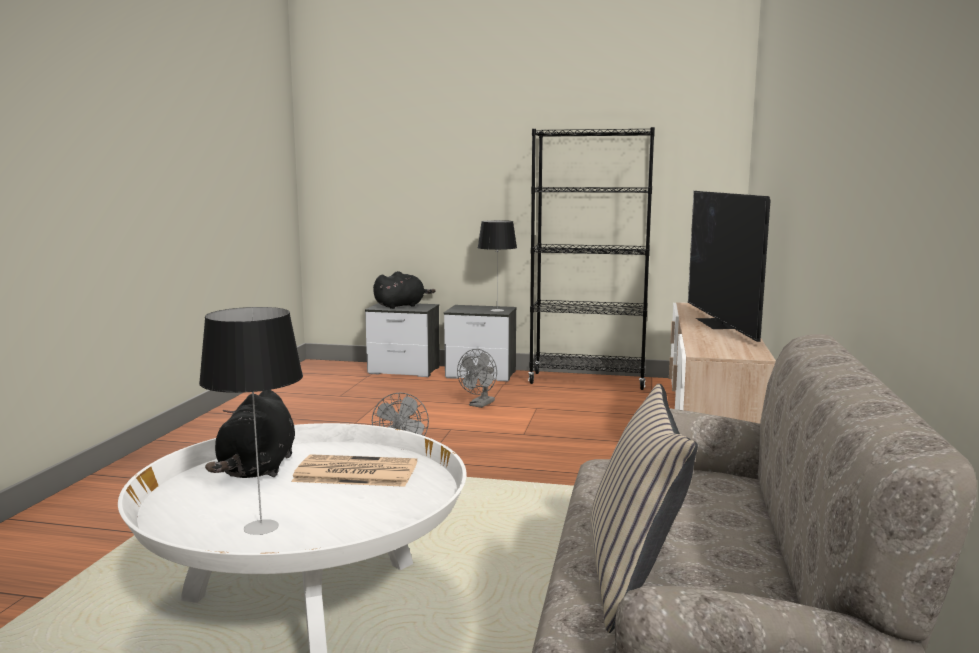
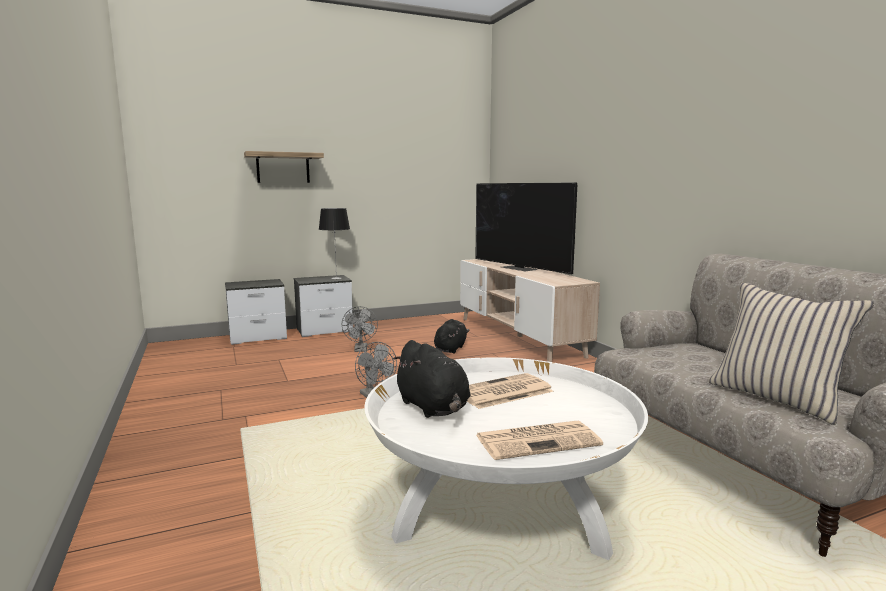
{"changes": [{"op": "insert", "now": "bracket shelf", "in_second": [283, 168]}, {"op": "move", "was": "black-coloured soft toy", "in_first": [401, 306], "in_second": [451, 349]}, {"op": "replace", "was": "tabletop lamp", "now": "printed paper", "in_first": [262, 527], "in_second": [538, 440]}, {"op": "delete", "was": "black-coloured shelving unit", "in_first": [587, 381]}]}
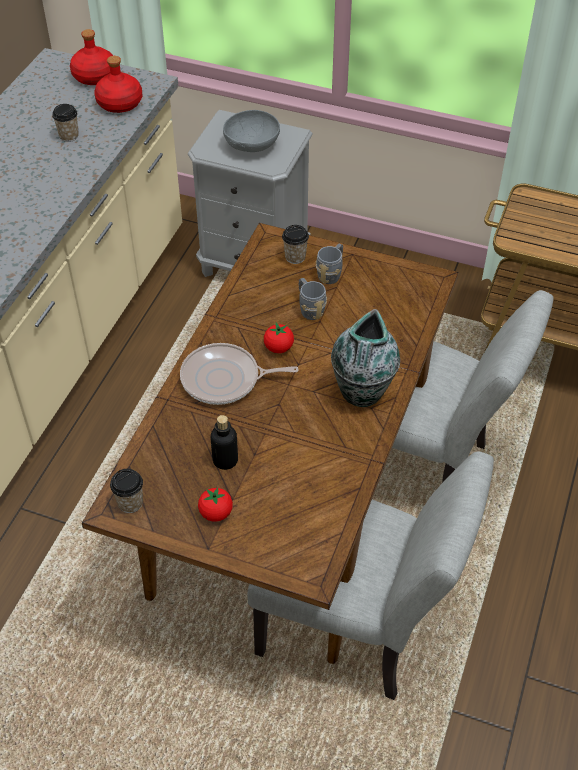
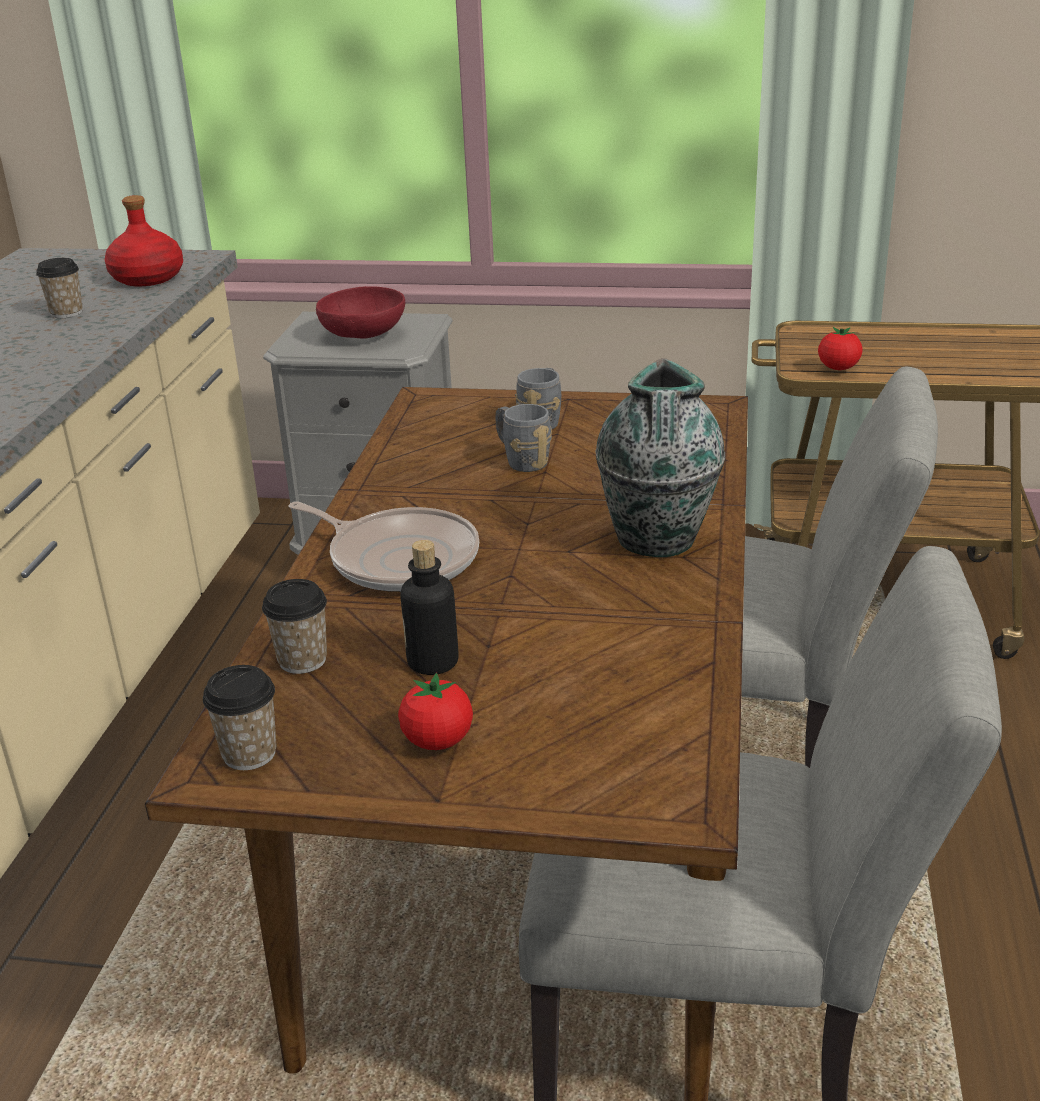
{"changes": [{"op": "move", "was": "cup", "in_first": [295, 257], "in_second": [302, 660]}, {"op": "rotate", "was": "skillet", "in_first": [225, 379], "in_second": [398, 558], "clockwise": -135}, {"op": "recolor", "was": "gray serving bowl", "now": "reddish serving bowl", "in_first": [252, 146], "in_second": [364, 336]}, {"op": "move", "was": "fresh tomato", "in_first": [278, 348], "in_second": [838, 368]}, {"op": "delete", "was": "reddish bottle", "in_first": [95, 76]}]}
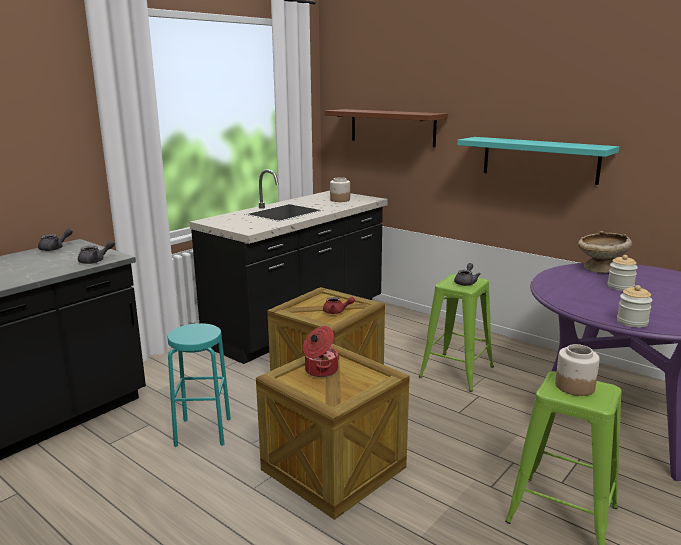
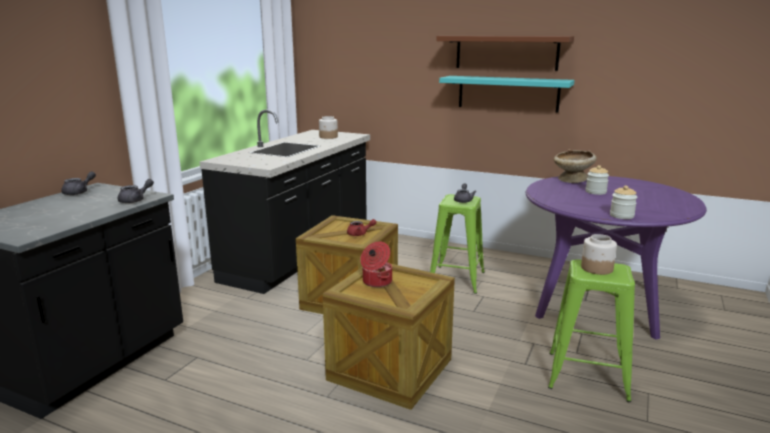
{"changes": [{"op": "move", "was": "brown-coloured bracket shelf", "in_first": [392, 127], "in_second": [506, 52]}, {"op": "delete", "was": "turquoise-coloured sitting stool", "in_first": [203, 432]}]}
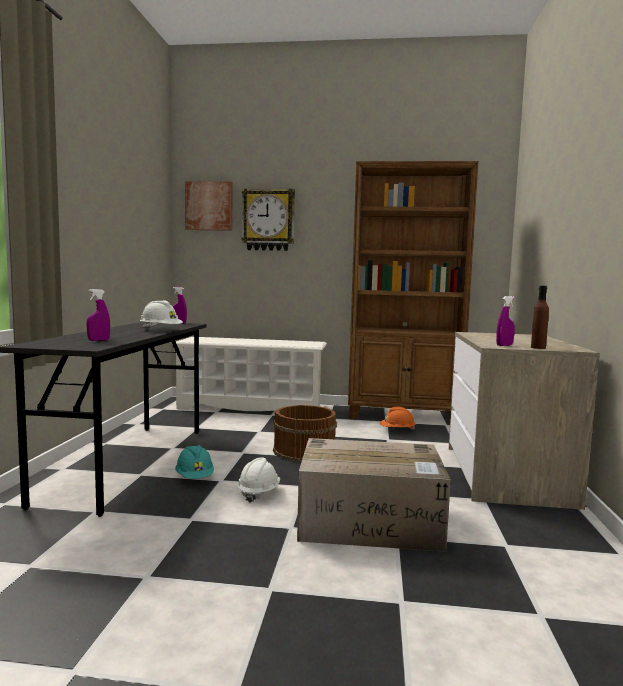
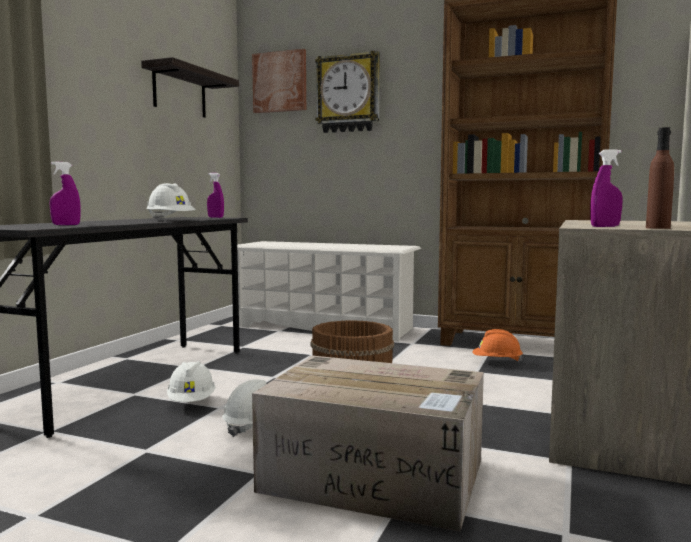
{"changes": [{"op": "insert", "now": "bracket shelf", "in_second": [179, 92]}, {"op": "recolor", "was": "turquoise-coloured hard hat", "now": "white hard hat", "in_first": [195, 478], "in_second": [192, 402]}]}
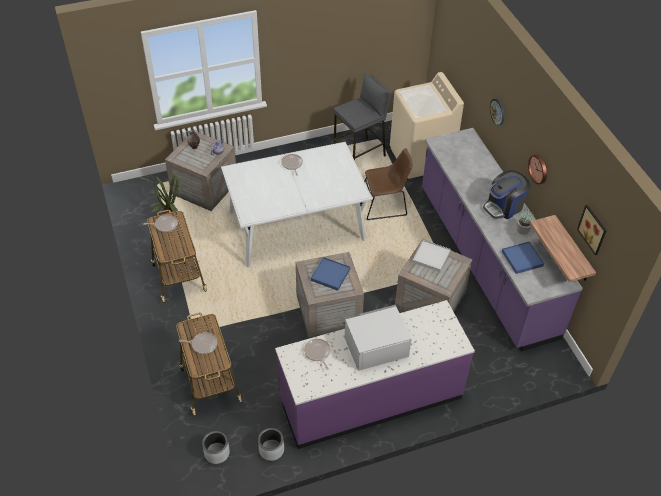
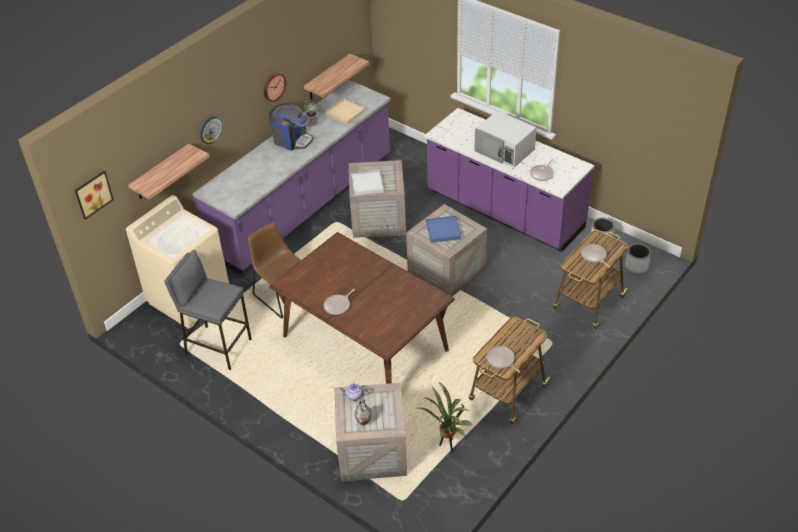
{"changes": [{"op": "move", "was": "wall picture", "in_first": [593, 229], "in_second": [92, 194]}, {"op": "insert", "now": "bracket shelf", "in_second": [161, 172]}, {"op": "recolor", "was": "white dining table", "now": "brown-coloured dining table", "in_first": [296, 226], "in_second": [366, 343]}, {"op": "recolor", "was": "bluish carrying tray", "now": "beige-coloured carrying tray", "in_first": [522, 259], "in_second": [345, 113]}]}
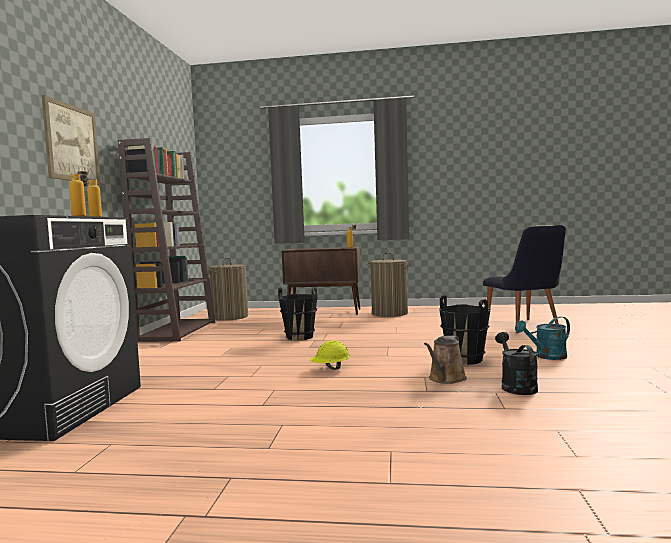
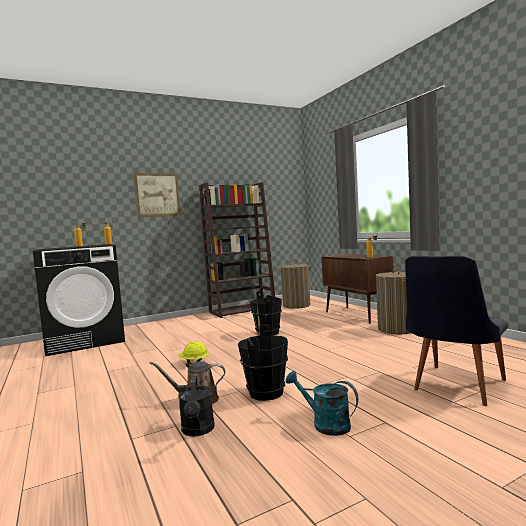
{"changes": [{"op": "rotate", "was": "black-coloured watering can", "in_first": [516, 386], "in_second": [198, 431], "clockwise": 120}]}
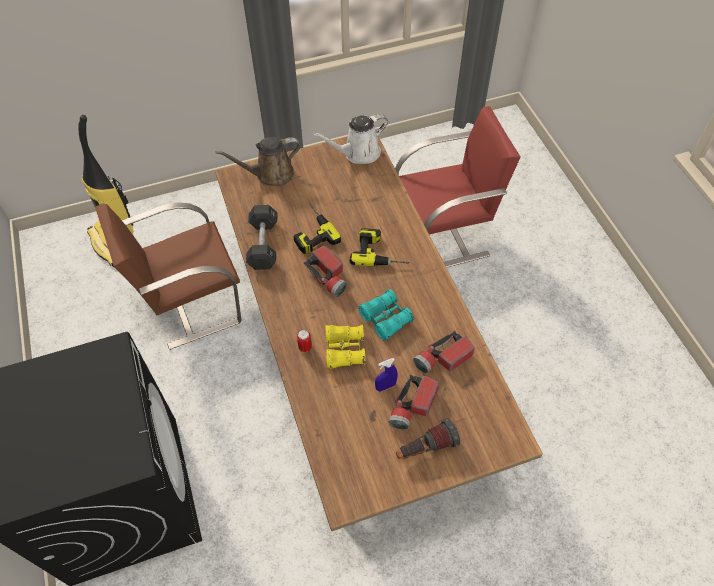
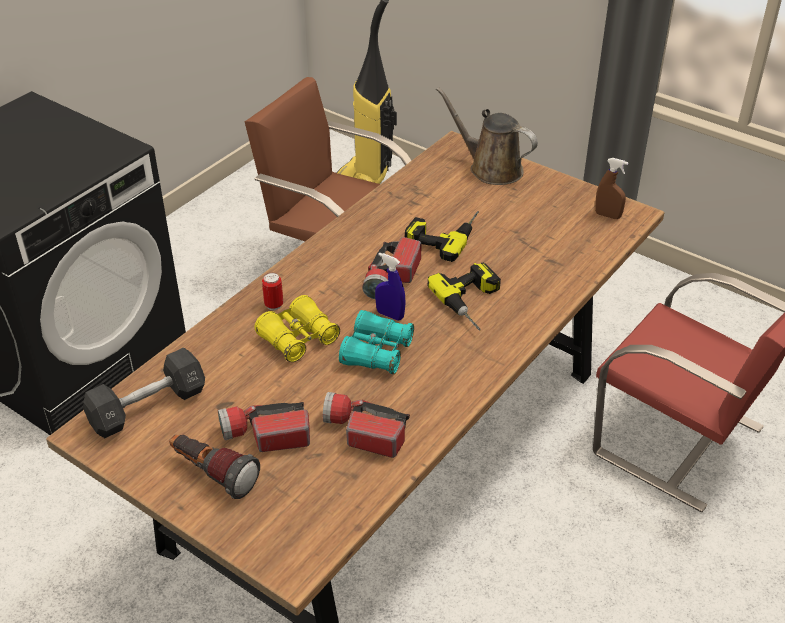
{"changes": [{"op": "move", "was": "black-coloured hand weight", "in_first": [263, 244], "in_second": [148, 407]}, {"op": "move", "was": "bluish hand sprayer", "in_first": [385, 386], "in_second": [390, 315]}, {"op": "replace", "was": "white watering can", "now": "brown-coloured hand sprayer", "in_first": [358, 153], "in_second": [607, 215]}]}
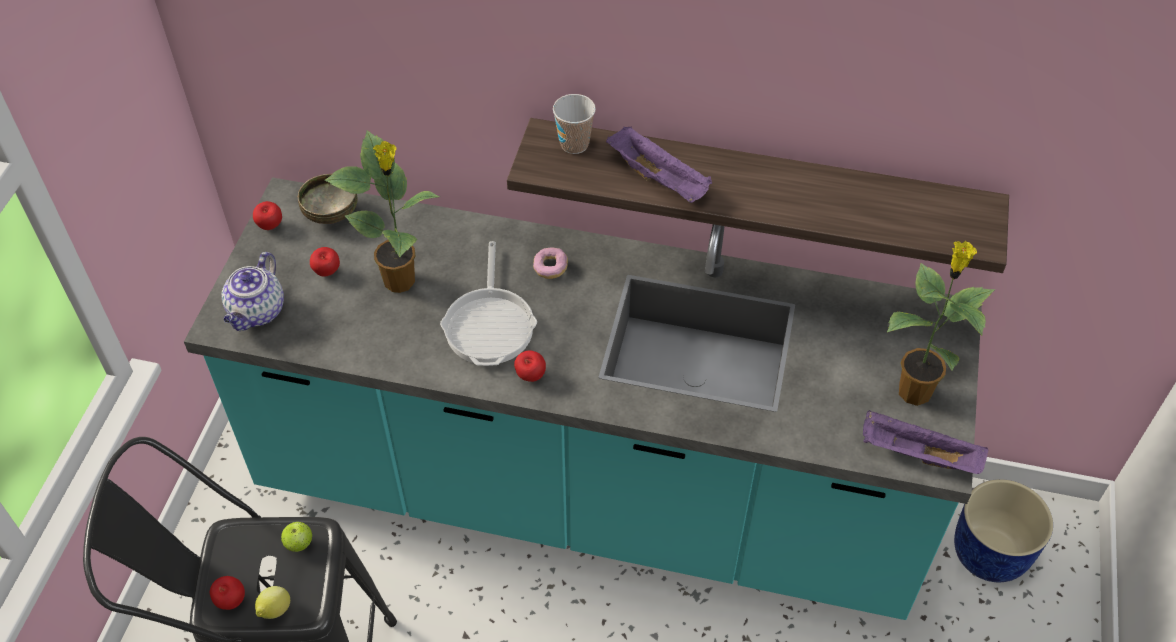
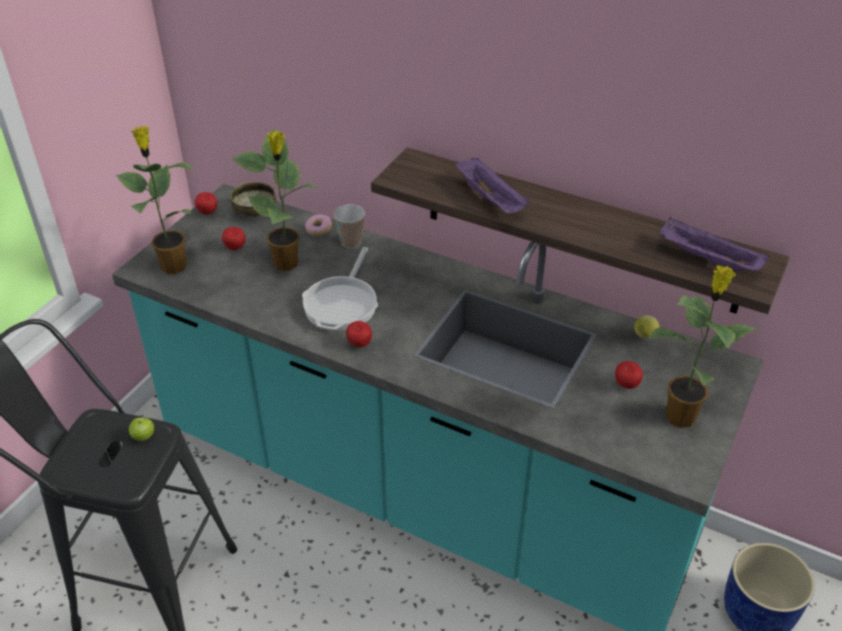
{"changes": [{"op": "replace", "was": "pot for tea", "now": "plant in a pot", "in_first": [257, 313], "in_second": [173, 265]}, {"op": "move", "was": "ring doughnut", "in_first": [550, 268], "in_second": [318, 230]}, {"op": "move", "was": "cup", "in_first": [574, 144], "in_second": [351, 242]}, {"op": "move", "was": "apple fruit", "in_first": [231, 601], "in_second": [626, 386]}, {"op": "move", "was": "lemon", "in_first": [274, 611], "in_second": [643, 337]}, {"op": "move", "was": "purple-coloured carrying tray", "in_first": [917, 455], "in_second": [706, 260]}]}
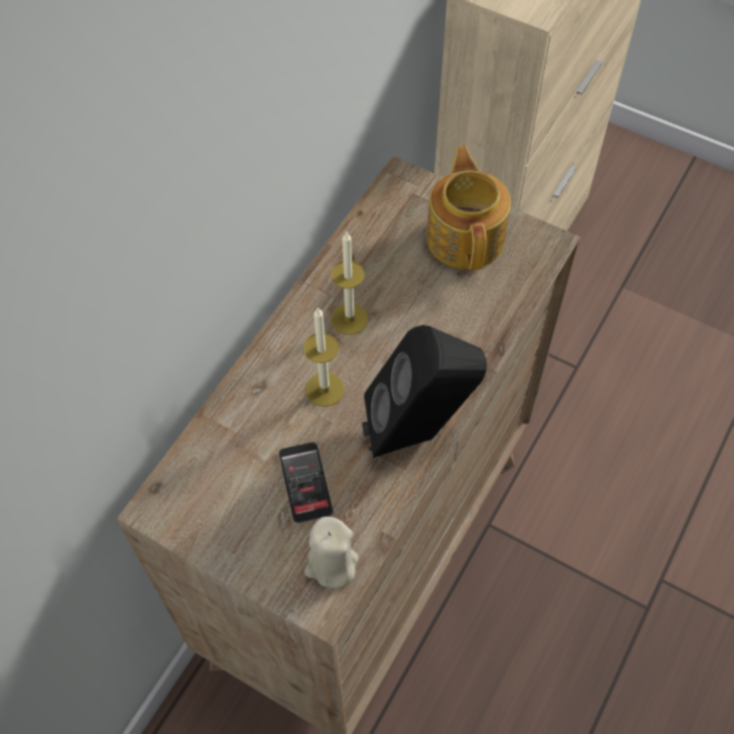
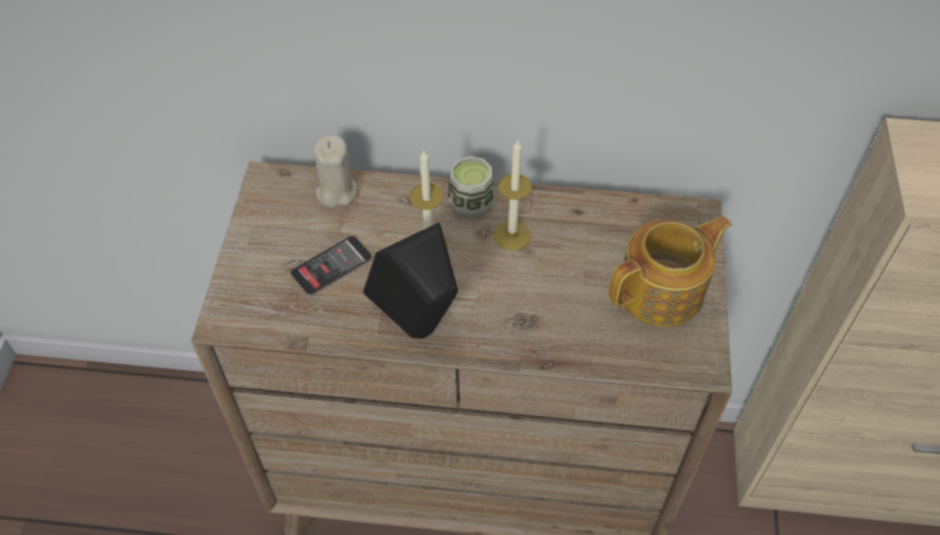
{"changes": [{"op": "move", "was": "beige-coloured wax candle", "in_first": [331, 564], "in_second": [336, 191]}, {"op": "insert", "now": "cup", "in_second": [471, 204]}]}
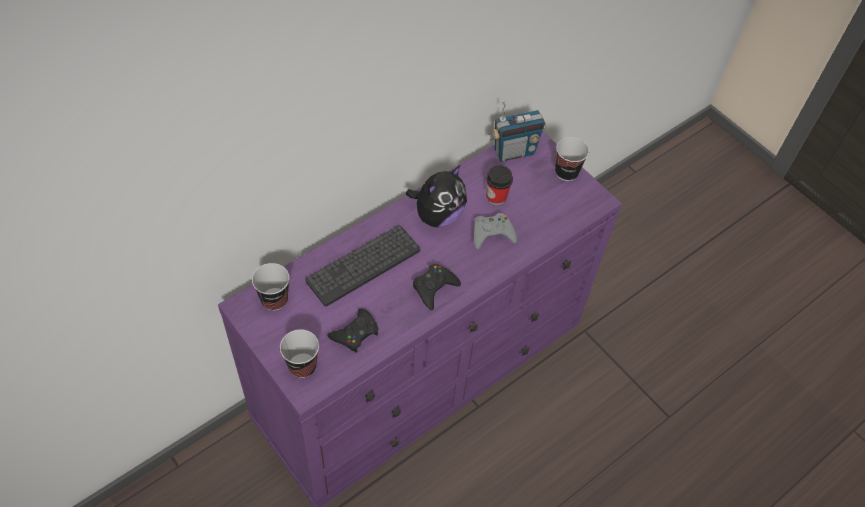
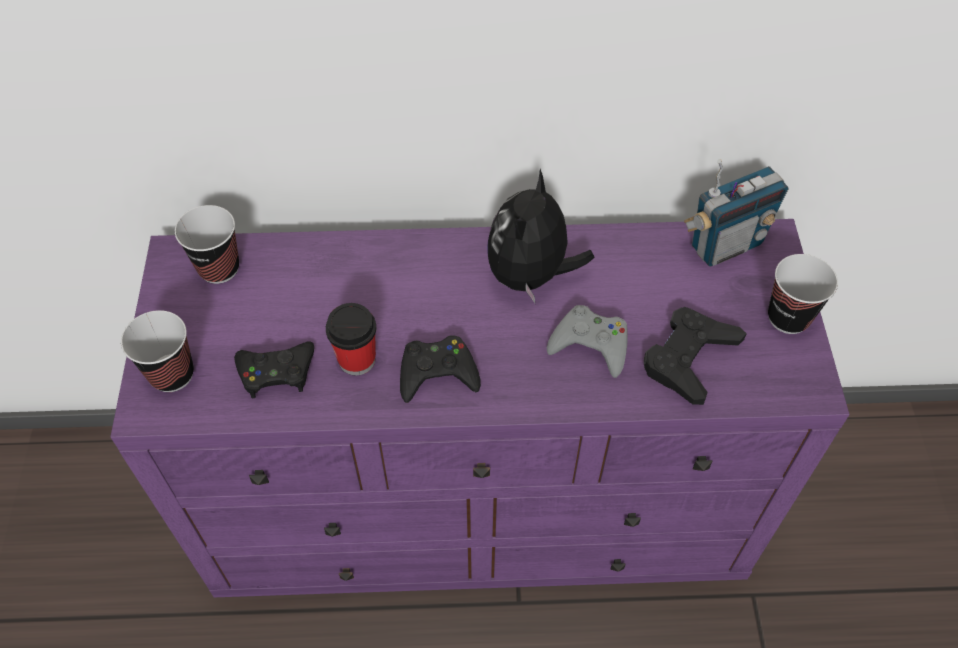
{"changes": [{"op": "move", "was": "cup", "in_first": [496, 197], "in_second": [357, 359]}, {"op": "rotate", "was": "soft toy", "in_first": [437, 215], "in_second": [531, 276], "clockwise": 120}, {"op": "insert", "now": "black-coloured joypad", "in_second": [689, 358]}, {"op": "rotate", "was": "radio set", "in_first": [513, 152], "in_second": [725, 245], "clockwise": -45}, {"op": "delete", "was": "keyboard", "in_first": [363, 265]}]}
